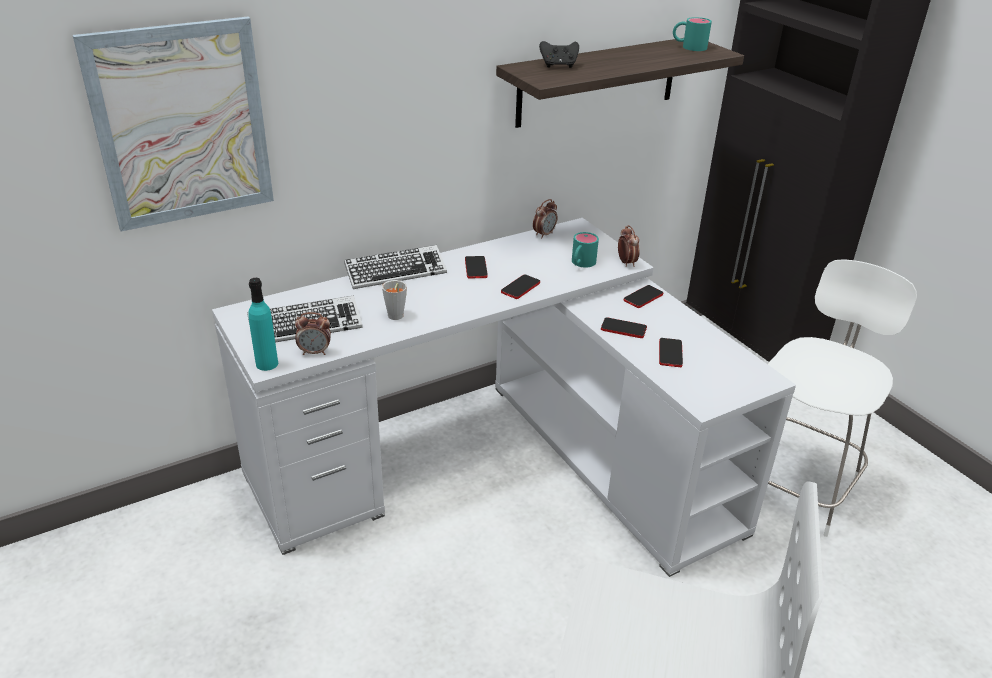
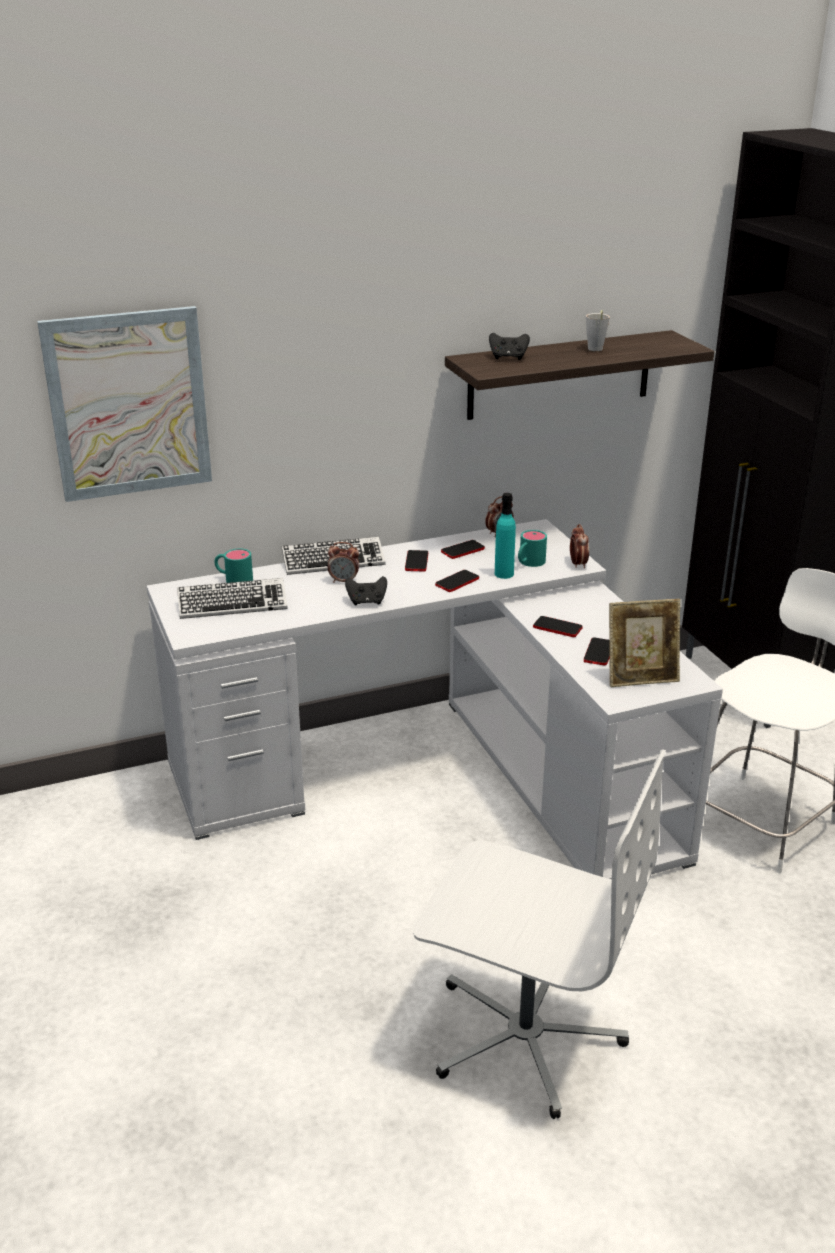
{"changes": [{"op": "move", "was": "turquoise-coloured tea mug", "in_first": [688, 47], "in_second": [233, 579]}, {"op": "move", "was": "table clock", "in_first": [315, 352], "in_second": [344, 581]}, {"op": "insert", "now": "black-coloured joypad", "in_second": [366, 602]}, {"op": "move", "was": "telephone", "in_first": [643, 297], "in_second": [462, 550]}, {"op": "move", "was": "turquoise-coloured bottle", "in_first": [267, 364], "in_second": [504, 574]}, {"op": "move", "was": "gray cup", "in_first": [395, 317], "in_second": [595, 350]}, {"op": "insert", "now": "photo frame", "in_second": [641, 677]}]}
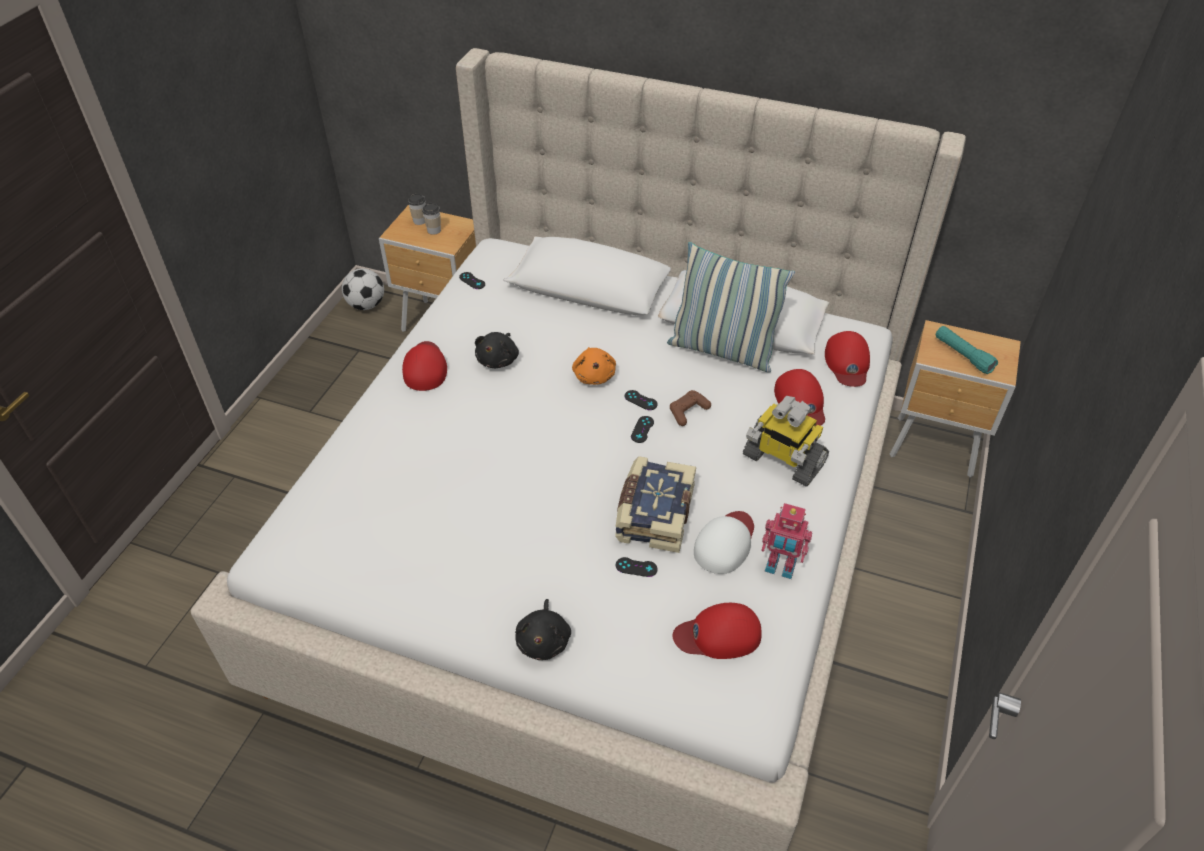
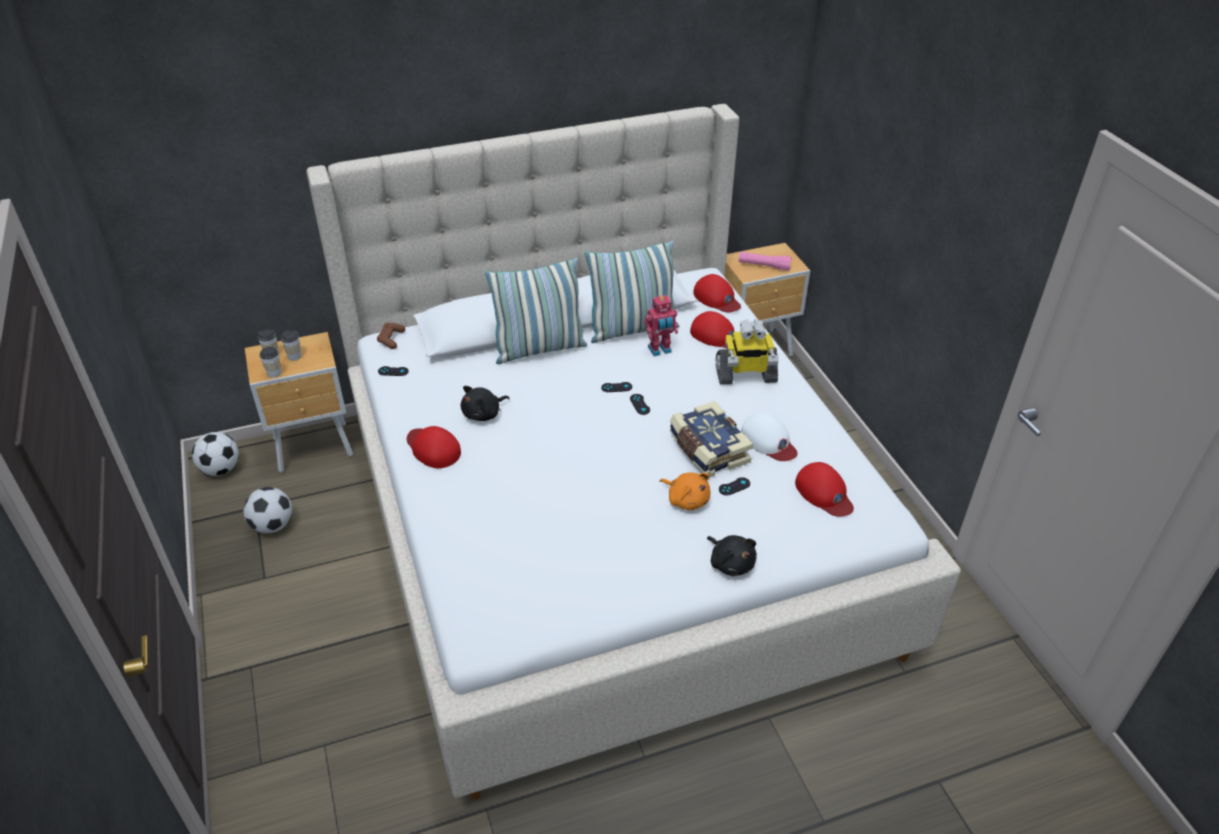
{"changes": [{"op": "insert", "now": "football", "in_second": [273, 525]}, {"op": "insert", "now": "cup", "in_second": [274, 373]}, {"op": "move", "was": "brown-coloured joypad", "in_first": [688, 411], "in_second": [391, 339]}, {"op": "rotate", "was": "black-coloured soft toy", "in_first": [498, 359], "in_second": [483, 414], "clockwise": 75}, {"op": "insert", "now": "throw pillow", "in_second": [539, 349]}, {"op": "move", "was": "toy robot", "in_first": [780, 567], "in_second": [660, 350]}, {"op": "move", "was": "orange soft toy", "in_first": [594, 375], "in_second": [686, 499]}, {"op": "recolor", "was": "turquoise-coloured torch", "now": "pink-coloured torch", "in_first": [963, 355], "in_second": [764, 266]}, {"op": "rotate", "was": "white cap", "in_first": [725, 543], "in_second": [768, 441], "clockwise": 150}, {"op": "rotate", "was": "reddish cap", "in_first": [718, 635], "in_second": [824, 493], "clockwise": -75}]}
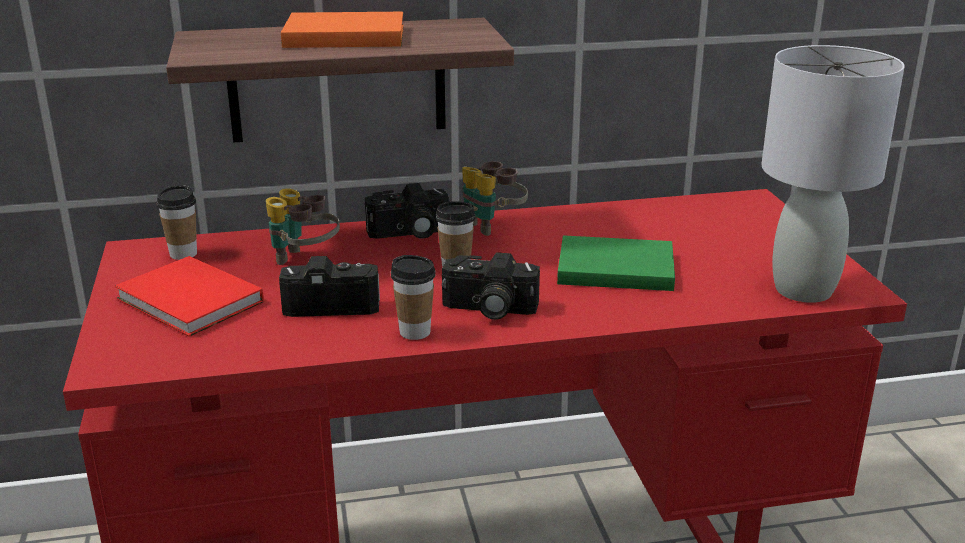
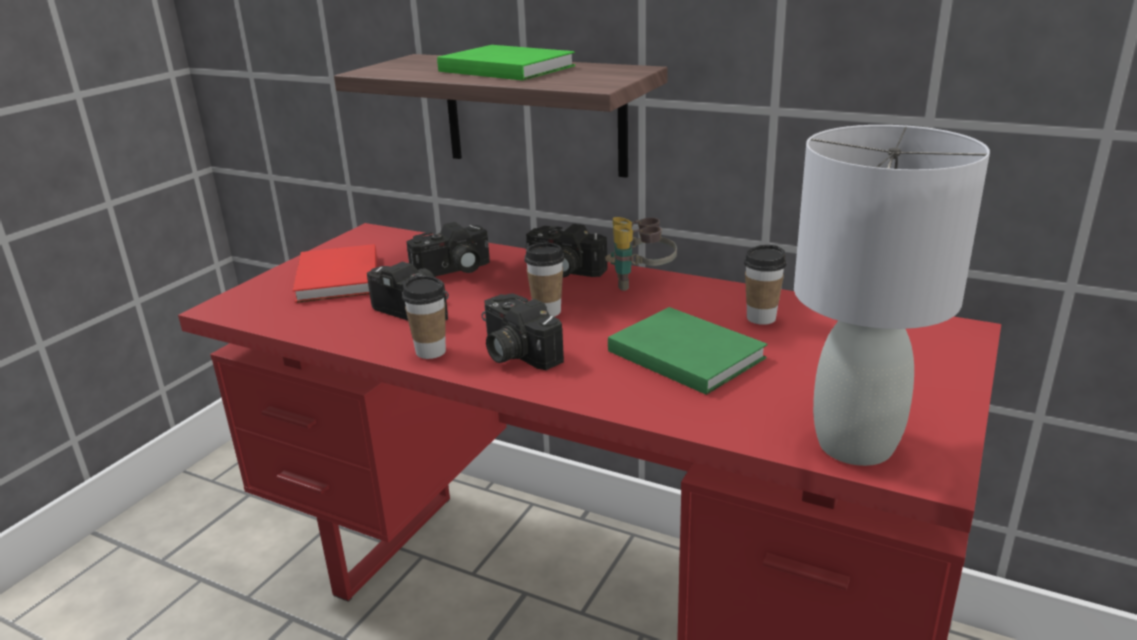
{"changes": [{"op": "replace", "was": "field glasses", "now": "still camera", "in_first": [304, 261], "in_second": [453, 271]}, {"op": "recolor", "was": "orange volume", "now": "green volume", "in_first": [341, 36], "in_second": [505, 68]}, {"op": "move", "was": "cup", "in_first": [183, 254], "in_second": [761, 318]}]}
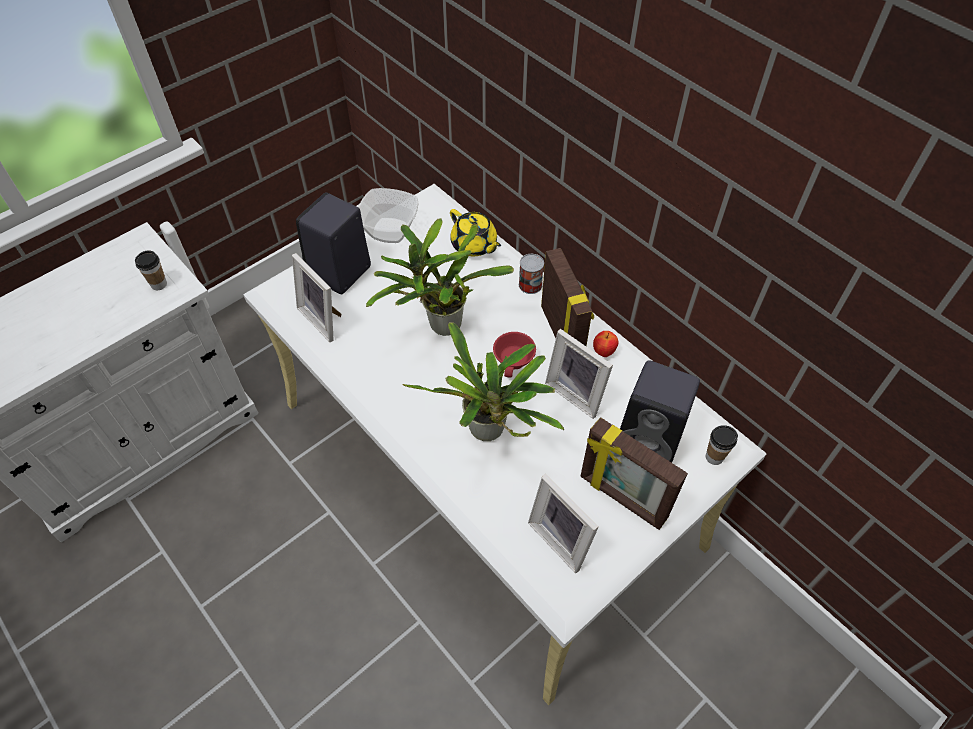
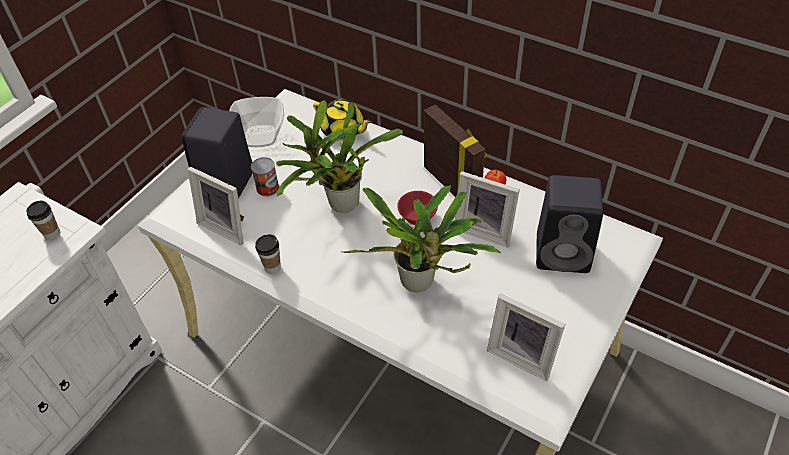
{"changes": [{"op": "move", "was": "can", "in_first": [530, 285], "in_second": [267, 188]}, {"op": "move", "was": "cup", "in_first": [714, 457], "in_second": [272, 267]}, {"op": "delete", "was": "photo frame", "in_first": [622, 498]}]}
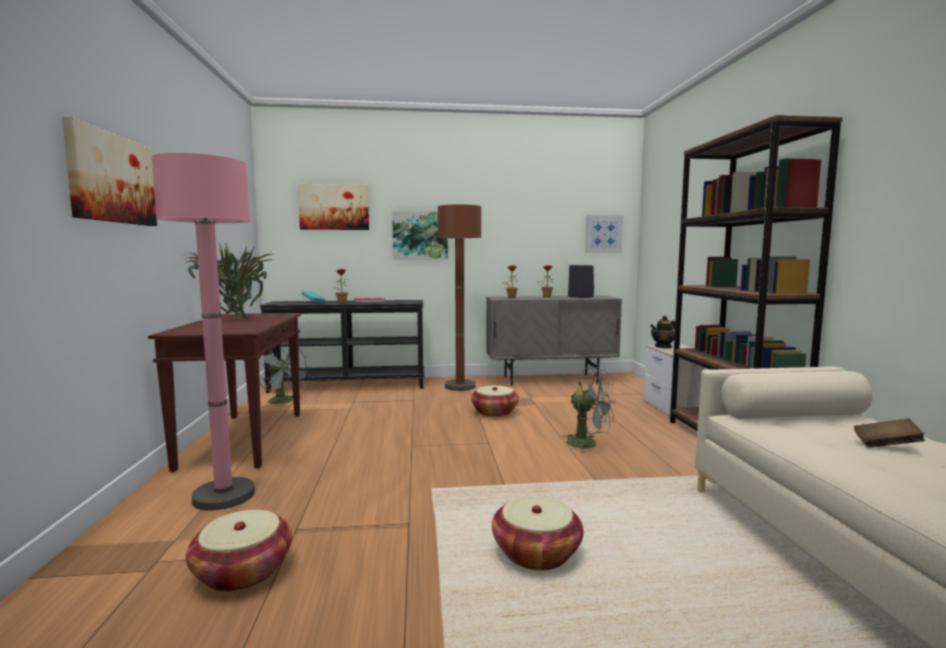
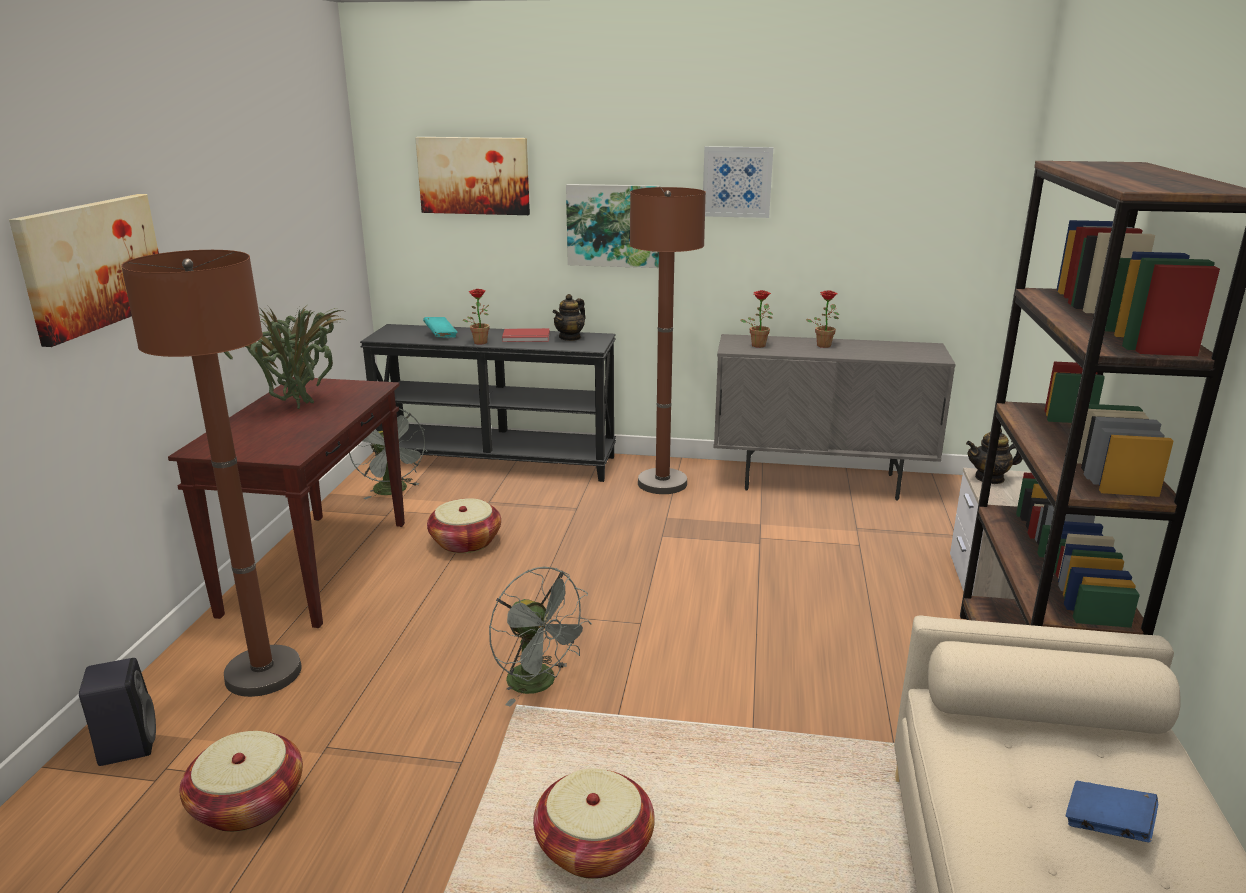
{"changes": [{"op": "move", "was": "black-coloured loudspeaker", "in_first": [579, 297], "in_second": [127, 744]}, {"op": "recolor", "was": "pink-coloured standard lamp", "now": "brown-coloured standard lamp", "in_first": [224, 496], "in_second": [263, 673]}, {"op": "move", "was": "storage basket", "in_first": [494, 412], "in_second": [466, 542]}, {"op": "move", "was": "gray fan", "in_first": [588, 444], "in_second": [540, 684]}, {"op": "insert", "now": "pot for tea", "in_second": [570, 337]}, {"op": "move", "was": "wall picture", "in_first": [603, 234], "in_second": [737, 182]}, {"op": "recolor", "was": "brown-coloured volume", "now": "bluish volume", "in_first": [886, 445], "in_second": [1107, 825]}]}
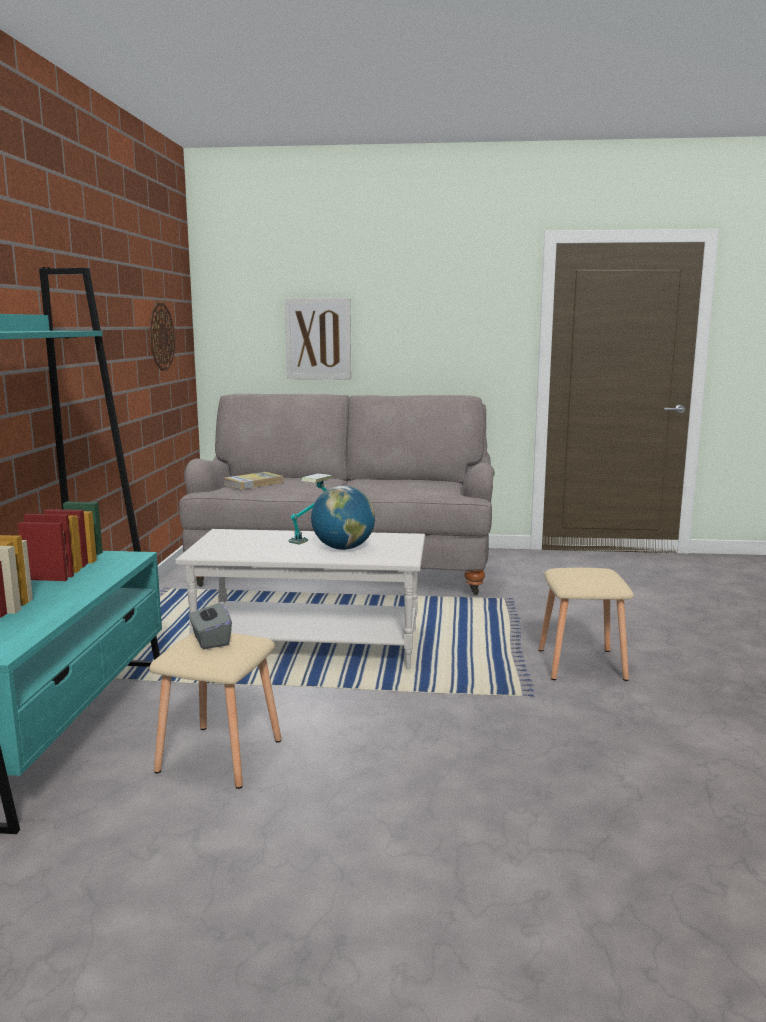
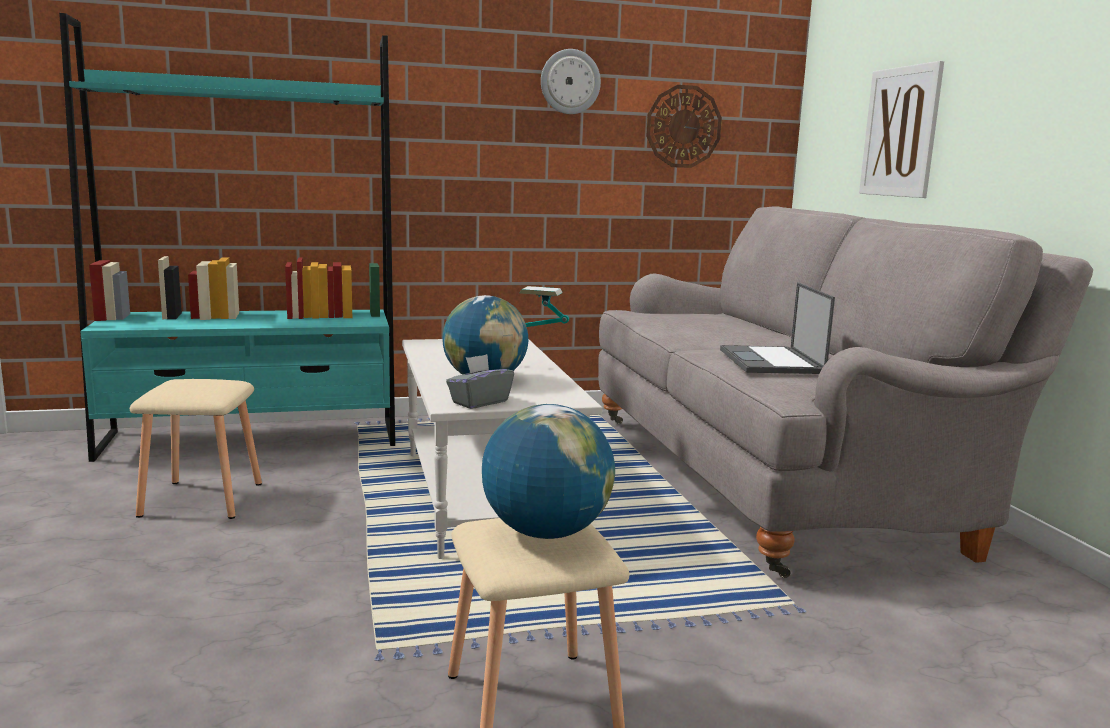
{"changes": [{"op": "move", "was": "gray box of tissues", "in_first": [210, 640], "in_second": [479, 402]}, {"op": "insert", "now": "world globe", "in_second": [545, 532]}, {"op": "insert", "now": "wall clock", "in_second": [570, 82]}, {"op": "insert", "now": "notebook computer", "in_second": [771, 361]}, {"op": "delete", "was": "volume", "in_first": [253, 483]}]}
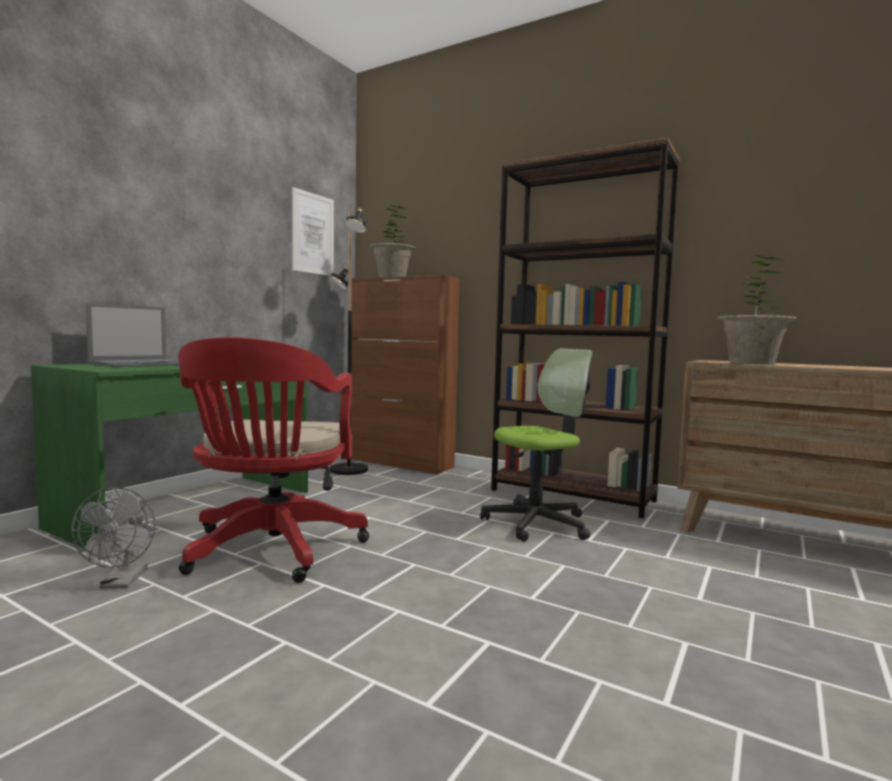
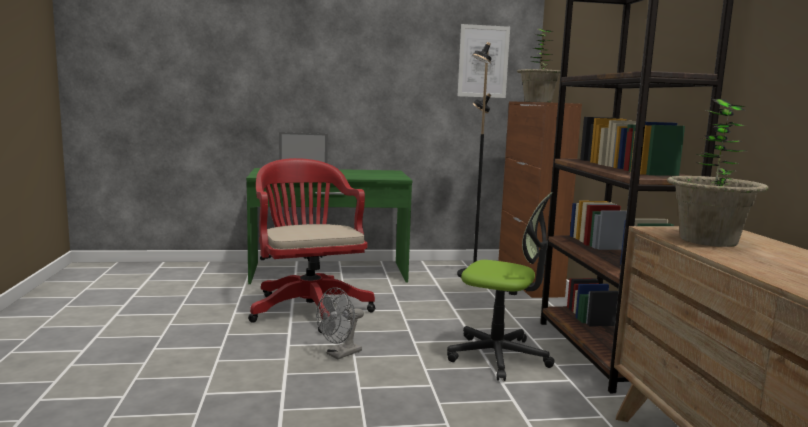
{"changes": [{"op": "rotate", "was": "reddish office chair", "in_first": [271, 551], "in_second": [308, 308], "clockwise": 105}, {"op": "move", "was": "gray fan", "in_first": [121, 582], "in_second": [340, 354]}]}
